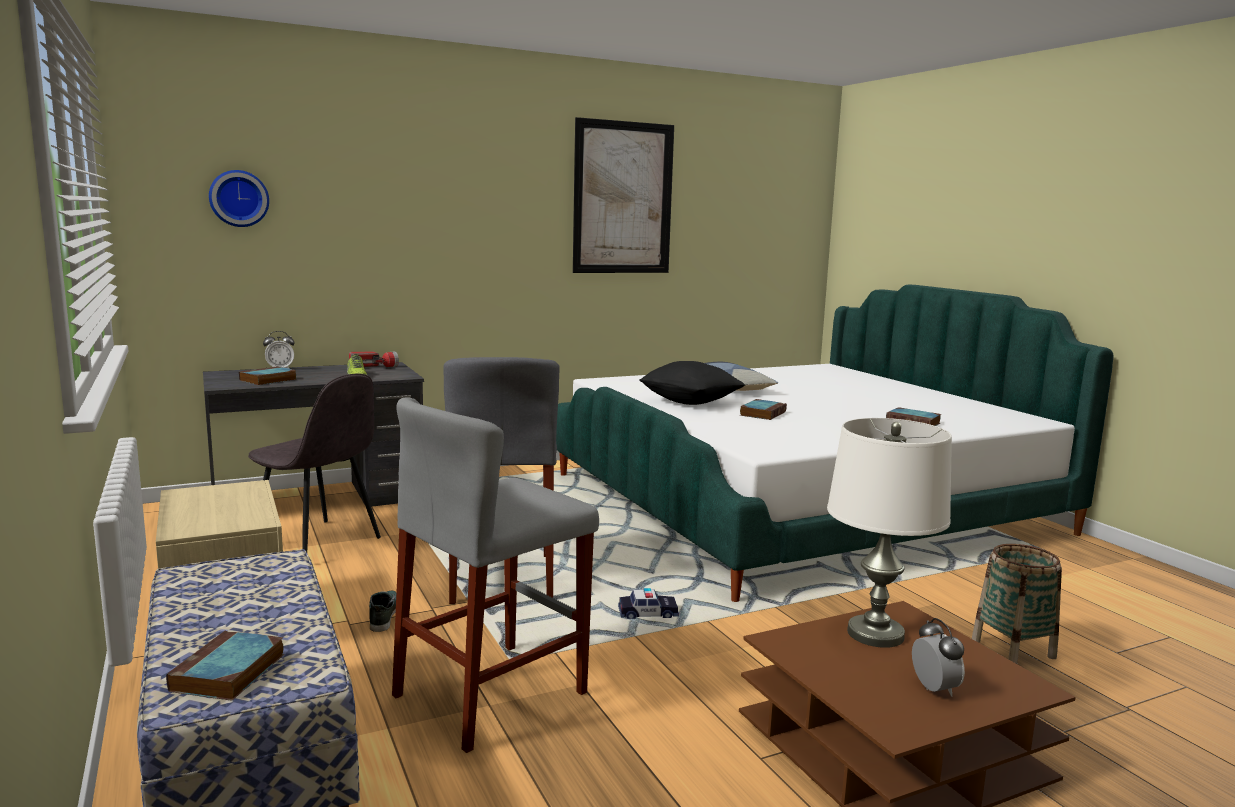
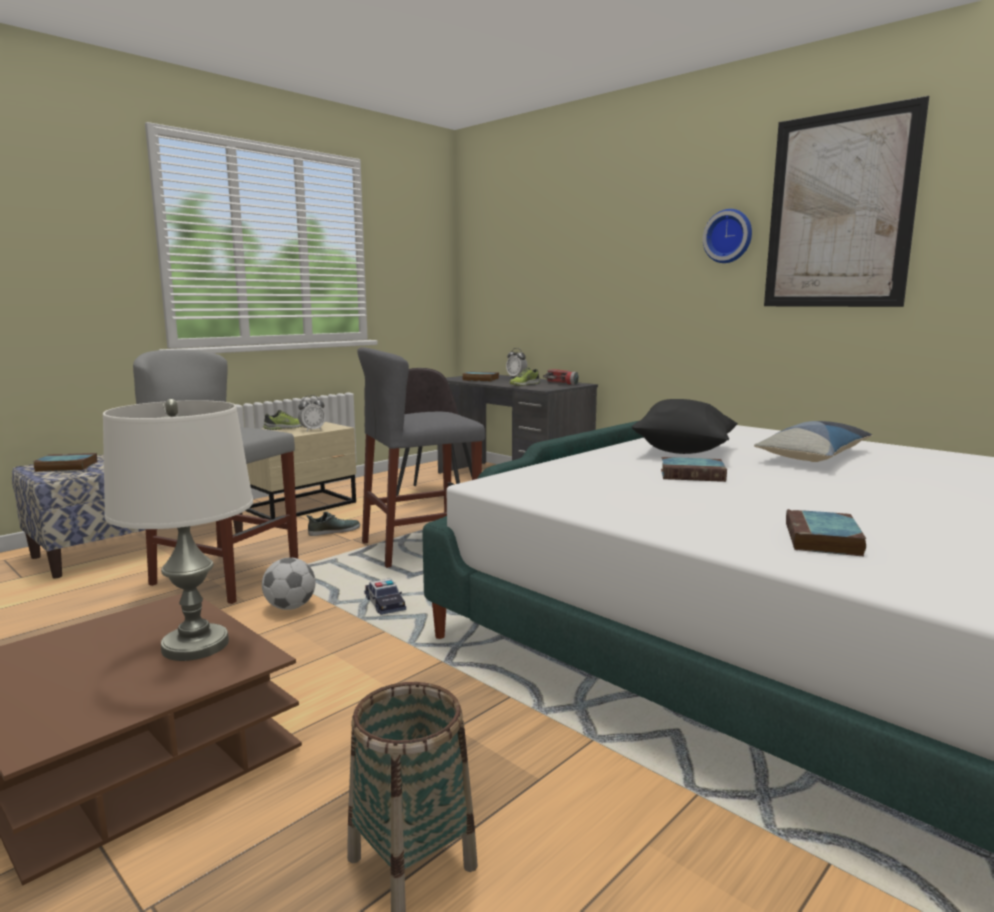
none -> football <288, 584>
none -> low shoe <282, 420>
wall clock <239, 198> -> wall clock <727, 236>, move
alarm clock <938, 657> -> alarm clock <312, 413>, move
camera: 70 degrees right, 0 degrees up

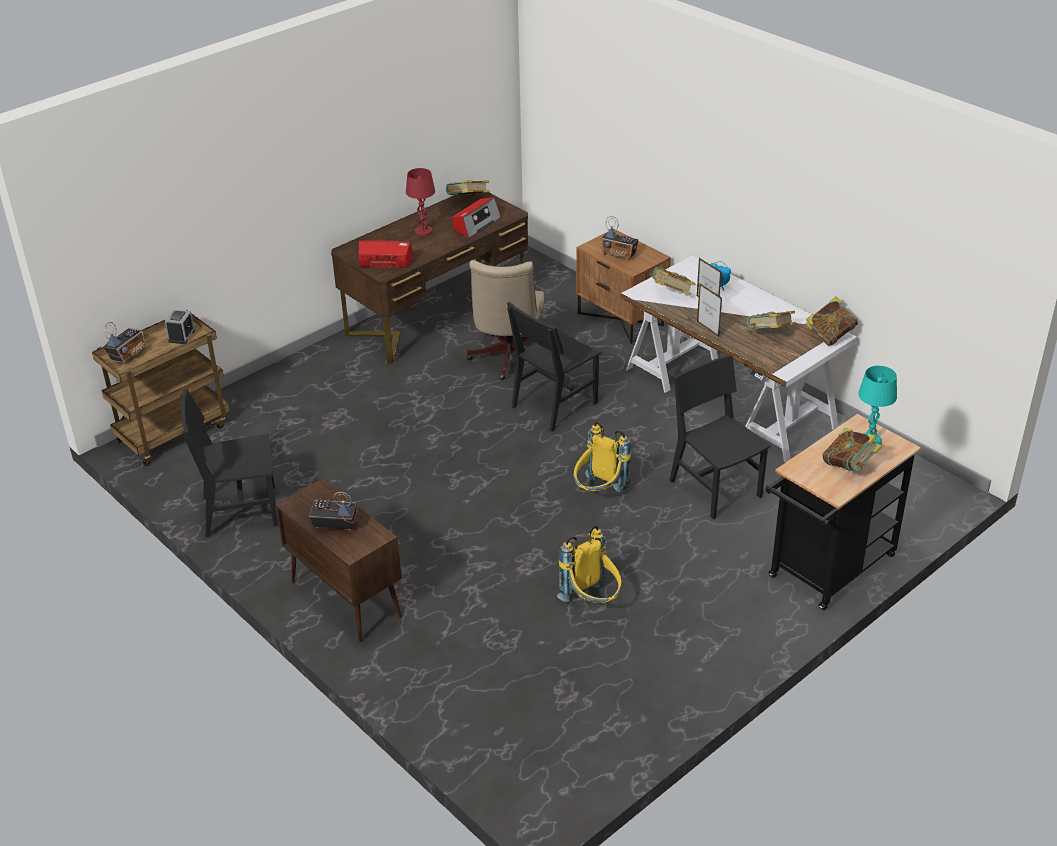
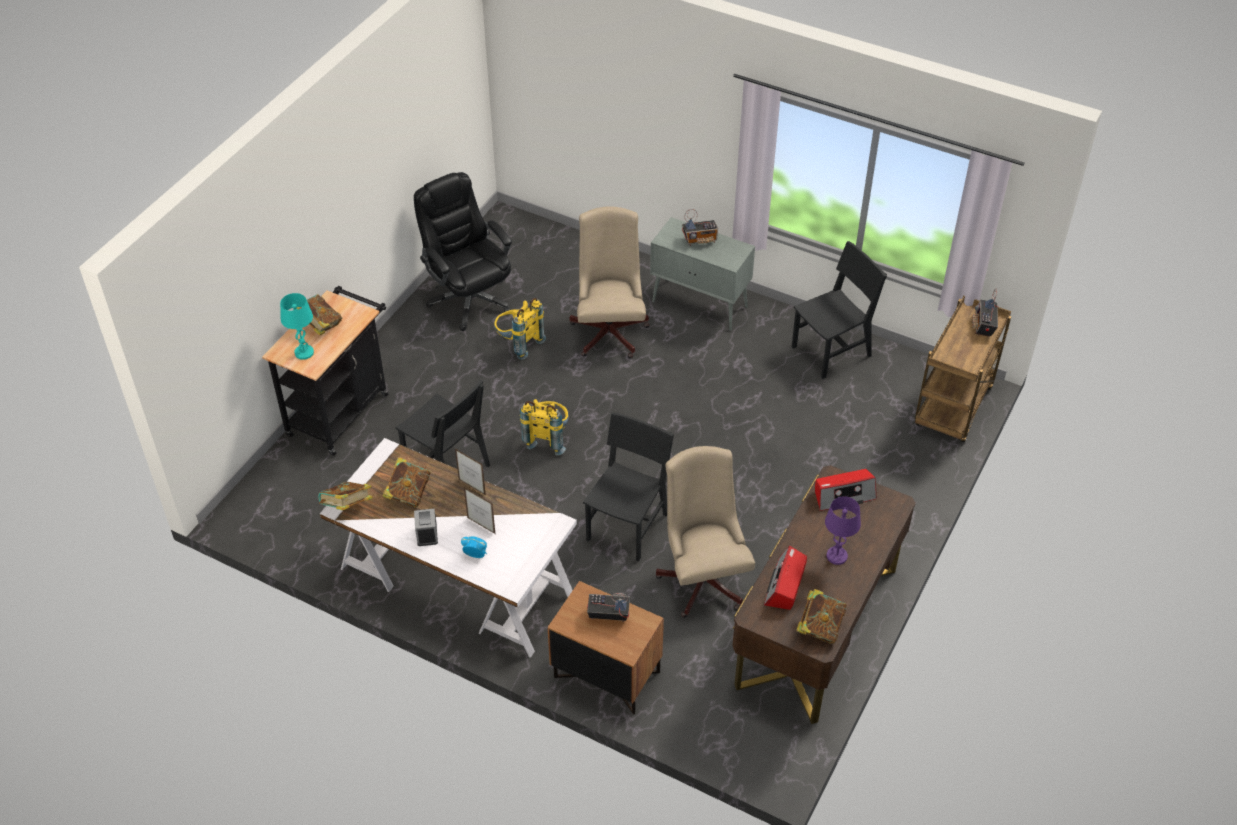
book <672, 281> -> none
none -> computer chair (blackish) <463, 251>
none -> computer chair (beige-coloured) <610, 282>
alarm clock <180, 326> -> alarm clock <426, 527>, move
storage cabinet (brown-coloured) <338, 560> -> storage cabinet (greyish) <702, 274>
table lamp (reddish) <420, 202> -> table lamp (purple) <843, 530>
camera: 160 degrees right, 10 degrees up

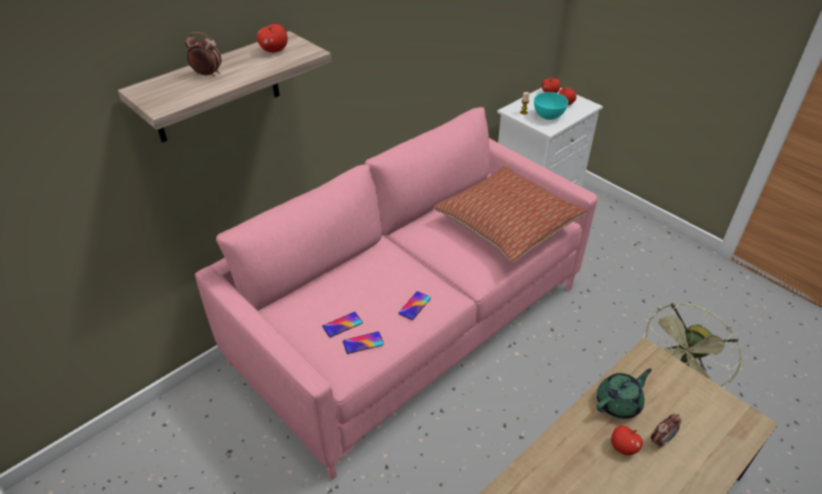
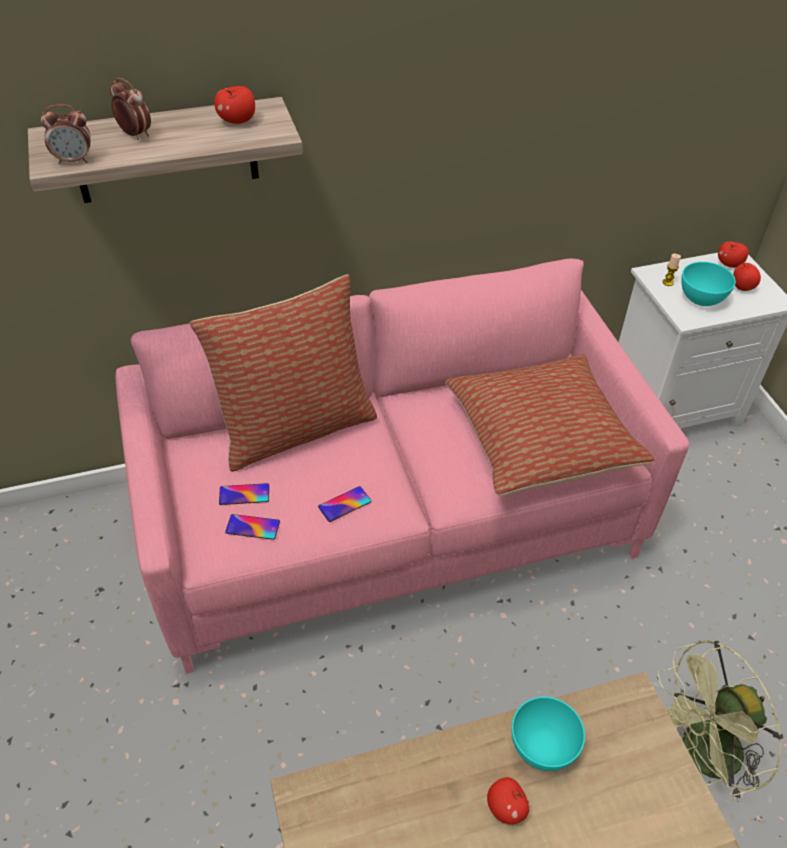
none -> cushion <283, 373>
alarm clock <666, 431> -> alarm clock <66, 134>, move
tea pot (green) <624, 394> -> deep dish (turquoise-coloured) <548, 734>
camera: 25 degrees right, 5 degrees up

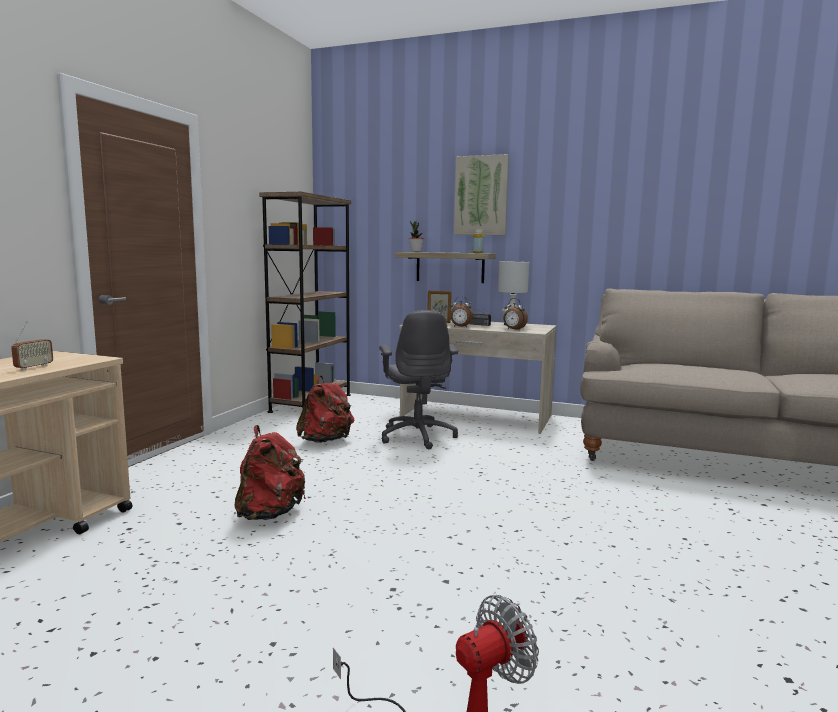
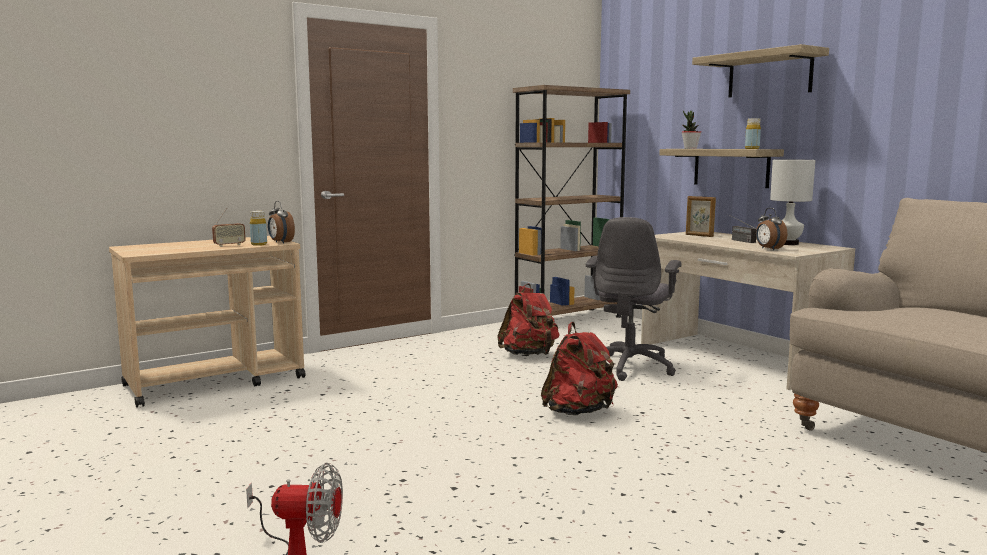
none -> beverage bottle (yellow) <258, 228>
rucksack (reddish) <270, 472> -> rucksack (reddish) <579, 368>, move
alarm clock <461, 311> -> alarm clock <281, 222>, move
wall picture <481, 194> -> shelf <760, 70>
camera: 35 degrees right, 0 degrees up

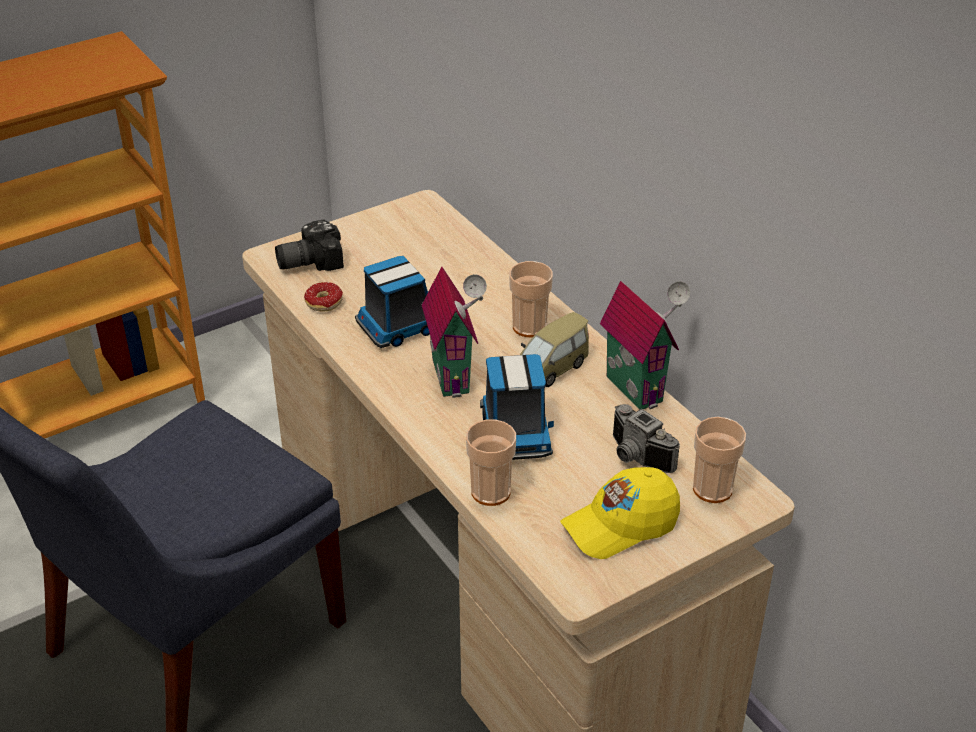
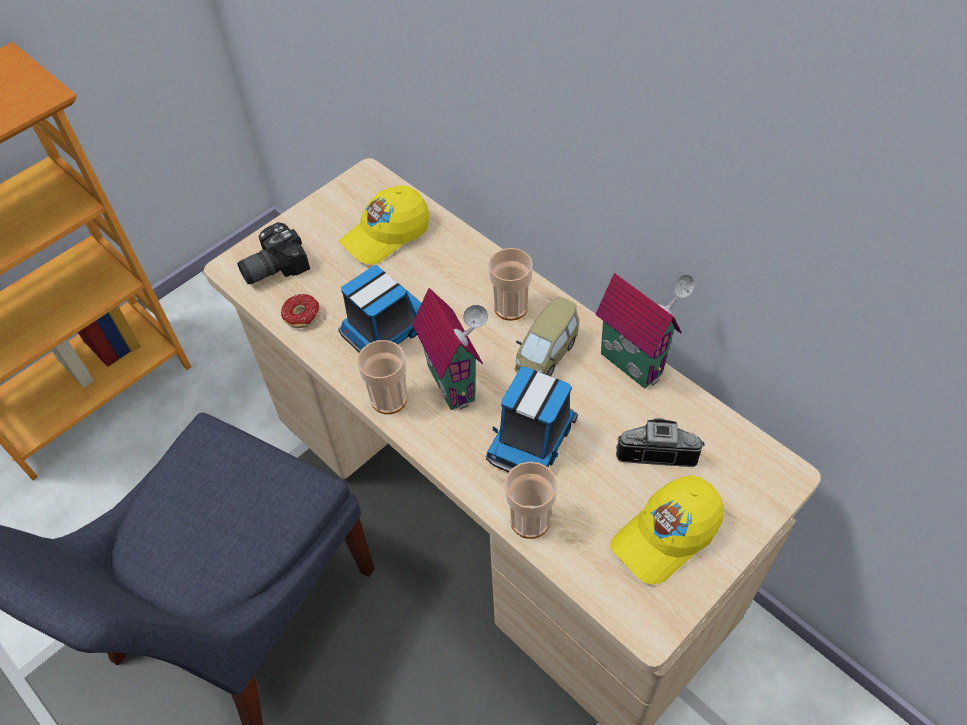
none -> peaked cap (yellow) <384, 225>
cup <719, 460> -> cup <382, 377>, move
toy lorry <517, 407> -> toy lorry <532, 419>, 45 degrees clockwise
photo camera <646, 438> -> photo camera <660, 442>, 150 degrees clockwise
camera: 10 degrees left, 15 degrees up

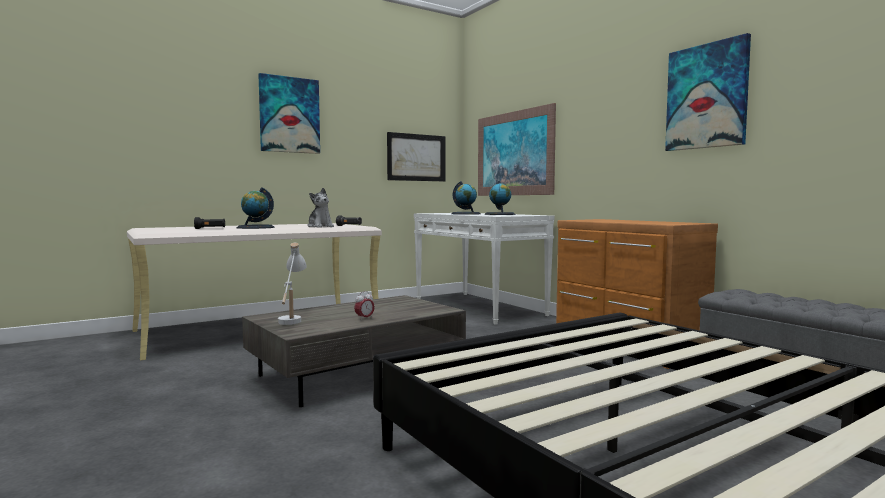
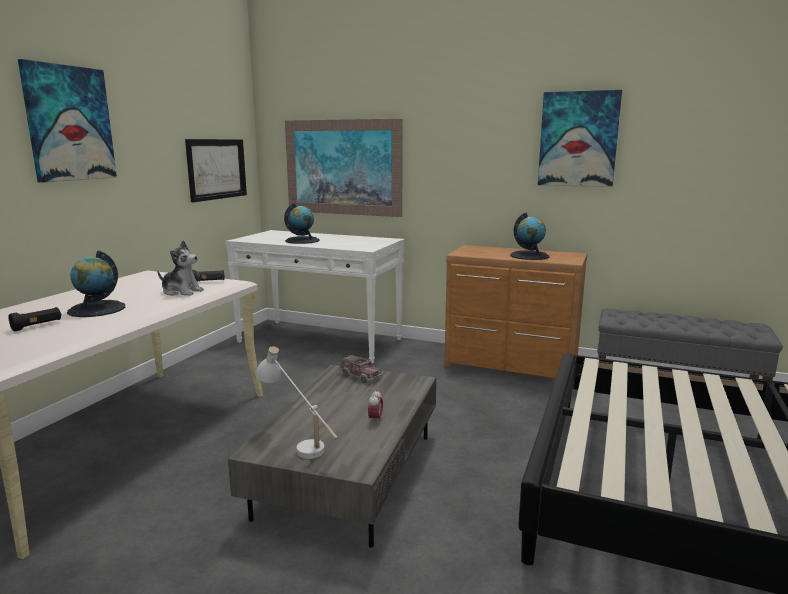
none -> toy lorry <360, 368>
globe <500, 198> -> globe <530, 236>, move
camera: 35 degrees left, 10 degrees up

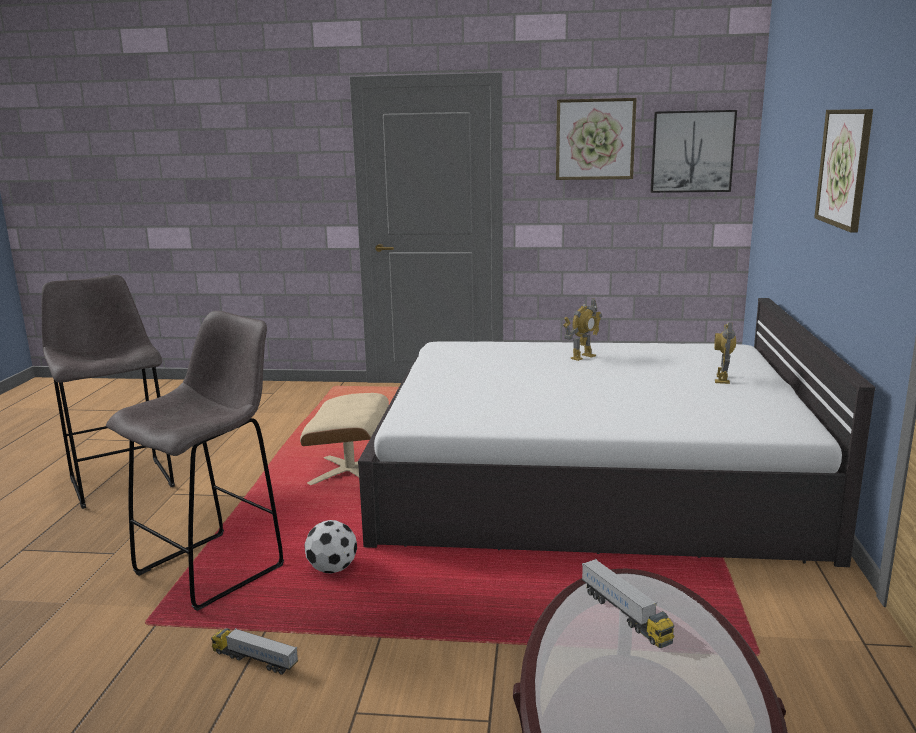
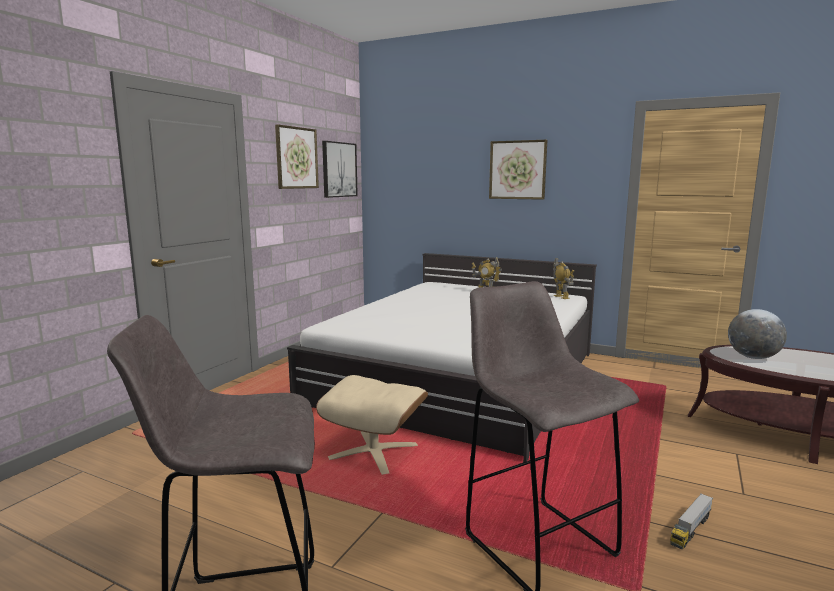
football <330, 546> -> none
model robot <582, 329> -> model robot <563, 278>, move
toy lorry <628, 603> -> globe <757, 334>
camera: 70 degrees left, 5 degrees down

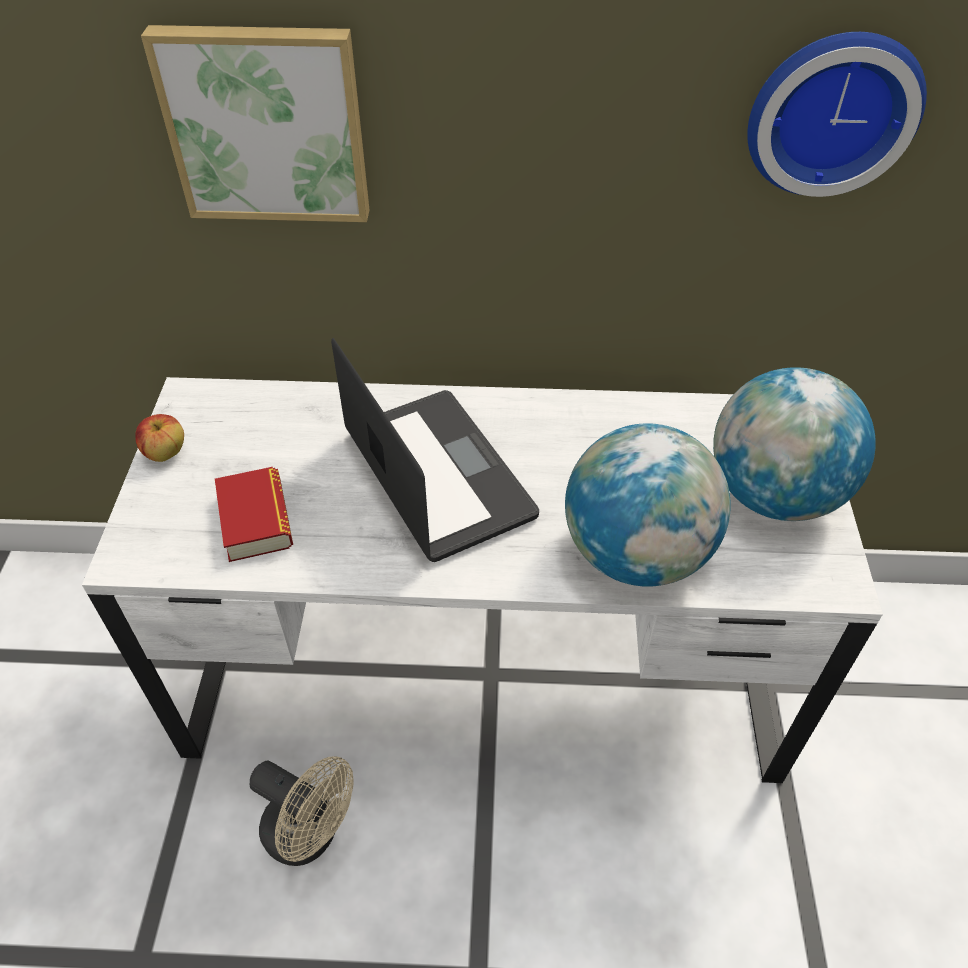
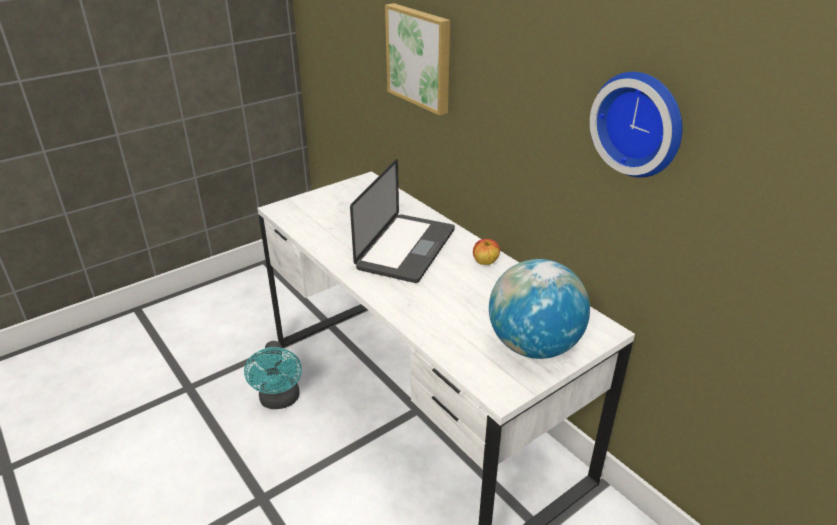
book <254, 514> -> none
globe <648, 505> -> none
apple fruit <159, 438> -> apple fruit <486, 252>, move
electric fan (beige-coloured) <301, 811> -> electric fan (turquoise-coloured) <273, 375>
camera: 50 degrees right, 15 degrees down

